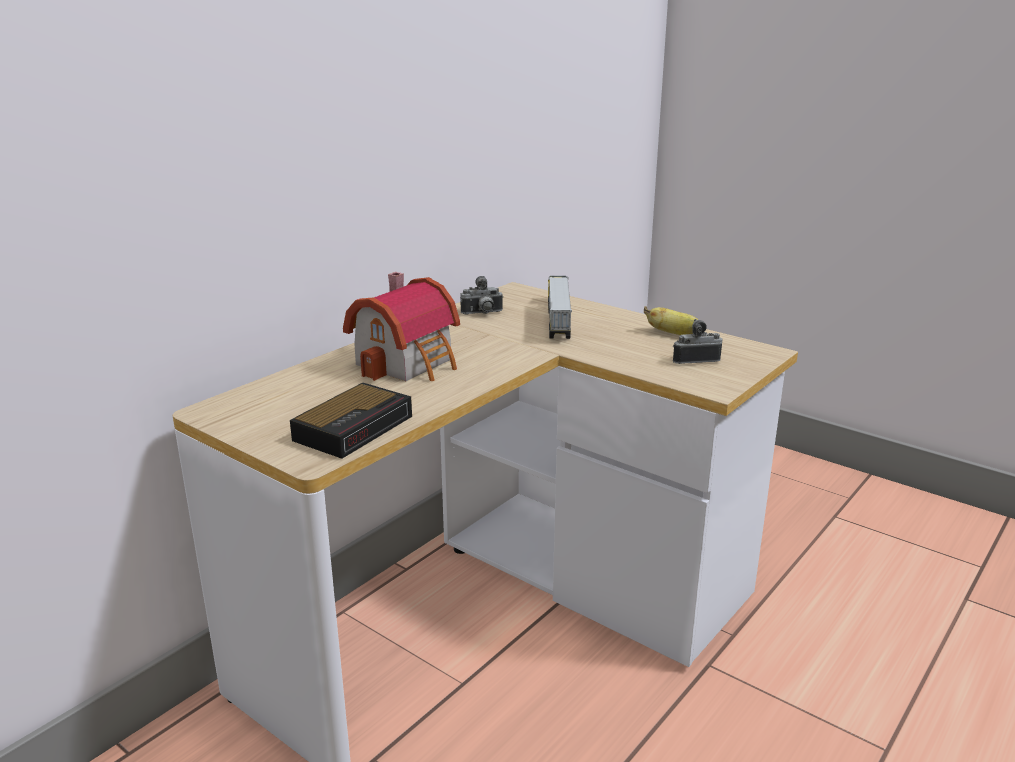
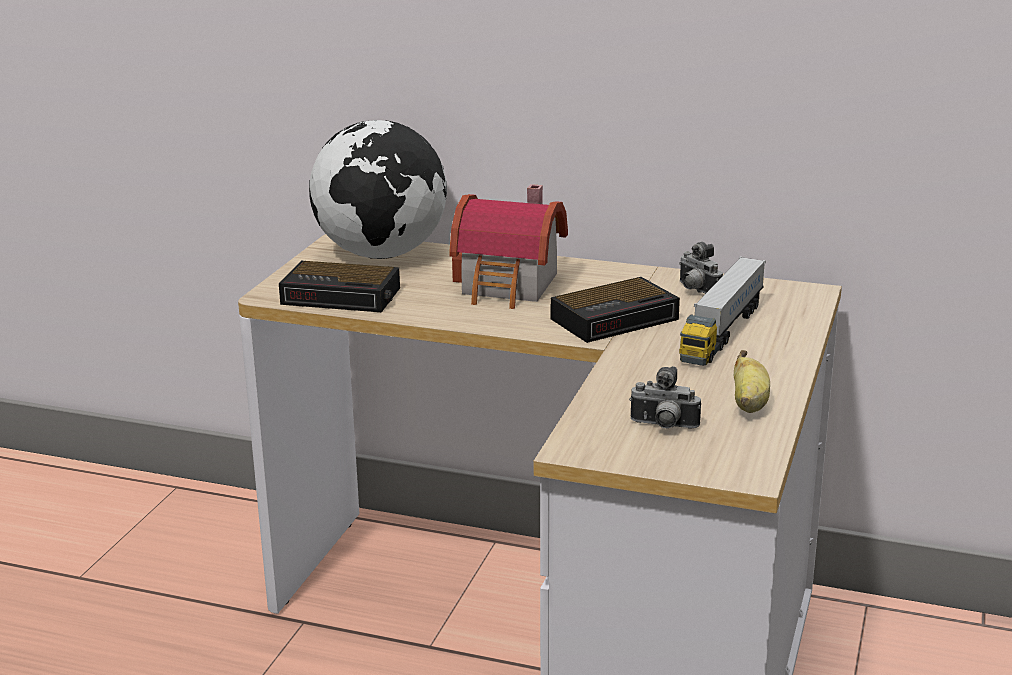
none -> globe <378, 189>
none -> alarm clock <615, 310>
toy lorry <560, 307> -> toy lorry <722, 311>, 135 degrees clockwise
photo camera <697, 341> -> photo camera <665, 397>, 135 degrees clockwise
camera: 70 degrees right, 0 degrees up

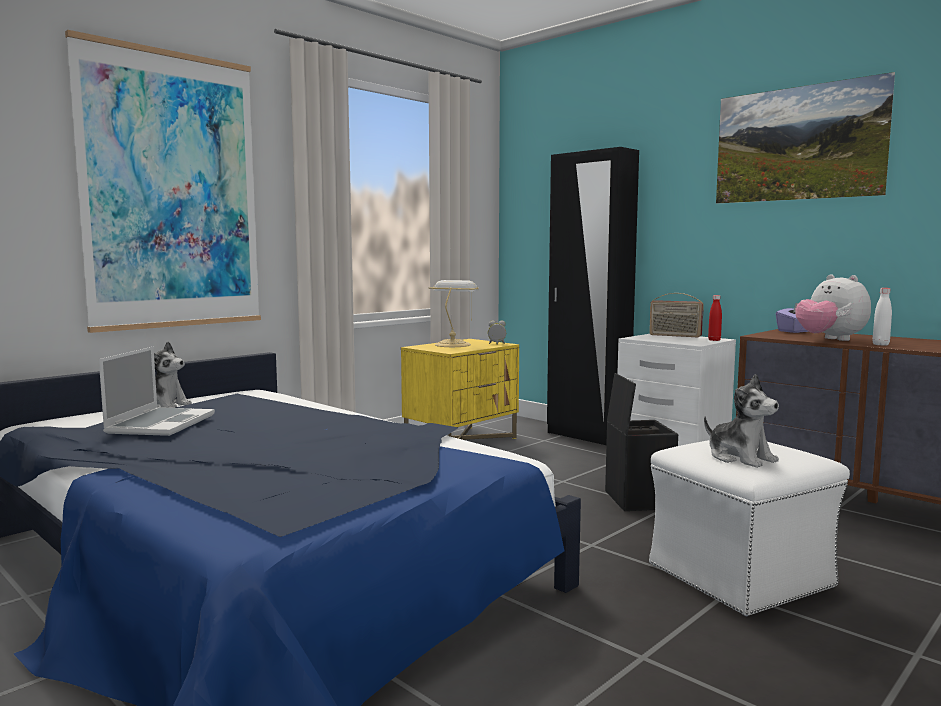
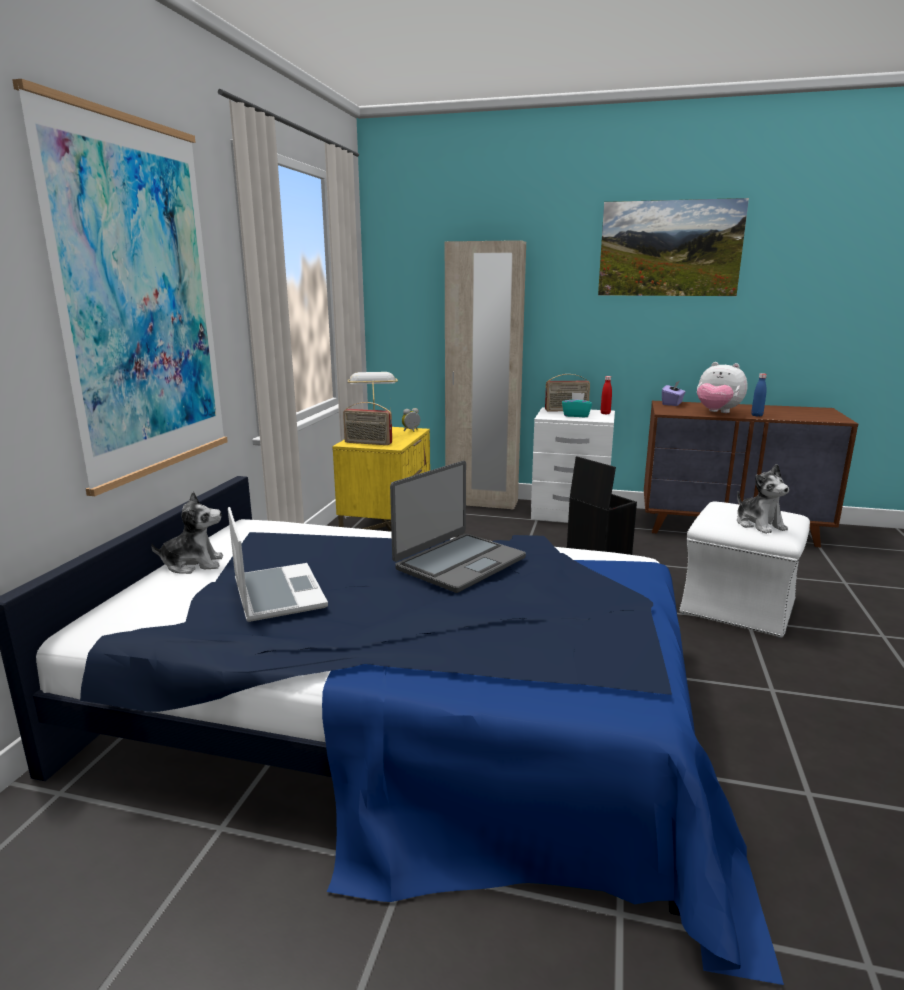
none -> radio set <367, 423>
none -> notebook computer <458, 527>
none -> box of tissues (turquoise-coloured) <577, 405>
armoire (blackish) <593, 296> -> armoire (beige-coloured) <485, 375>
beverage bottle (white-coloured) <882, 317> -> beverage bottle (blue) <759, 395>
plush toy <741, 421> -> plush toy <763, 499>, 45 degrees clockwise
camera: 30 degrees left, 10 degrees up

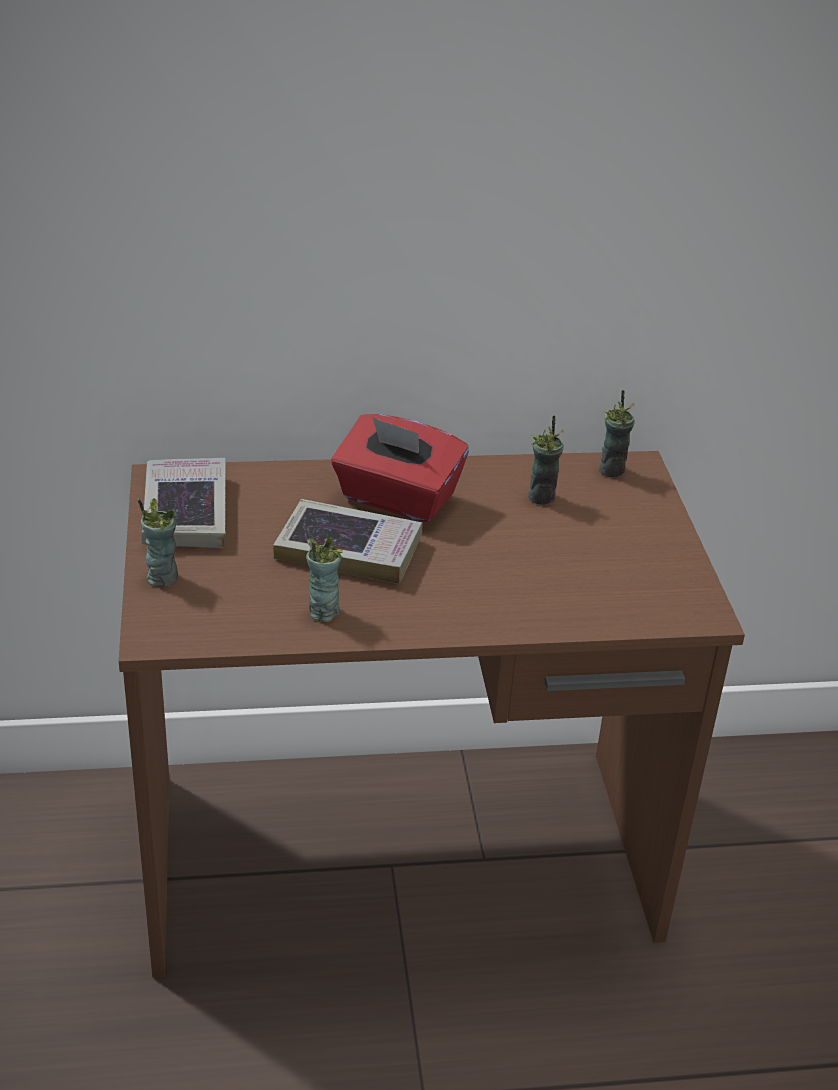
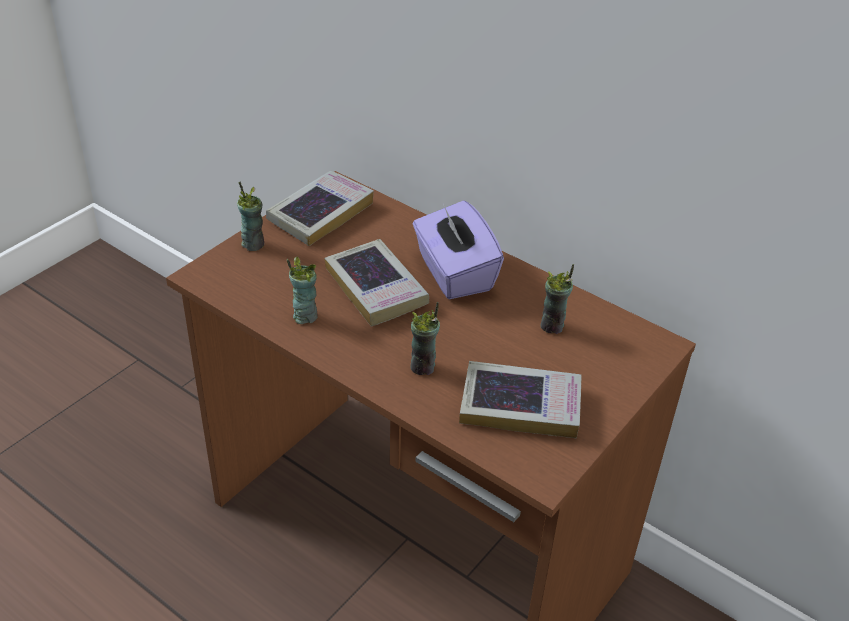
none -> book <520, 399>
cup <617, 433> -> cup <425, 338>, move
box of tissues (reddish) <400, 468> -> box of tissues (purple) <458, 249>
camera: 45 degrees right, 5 degrees up

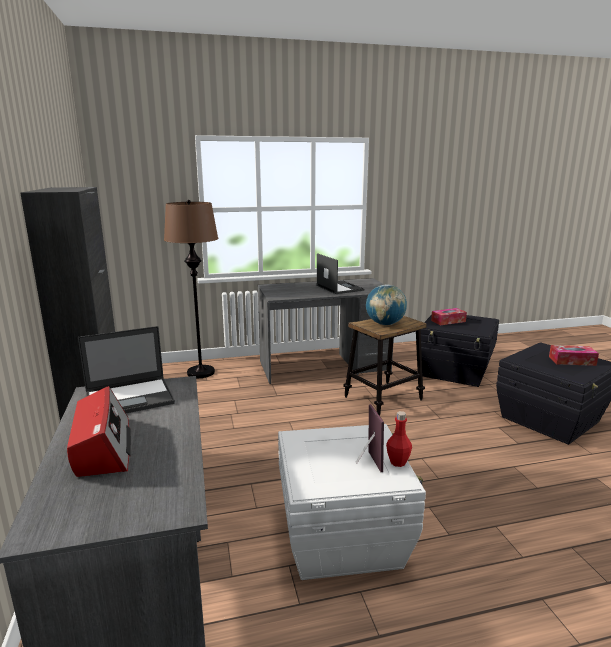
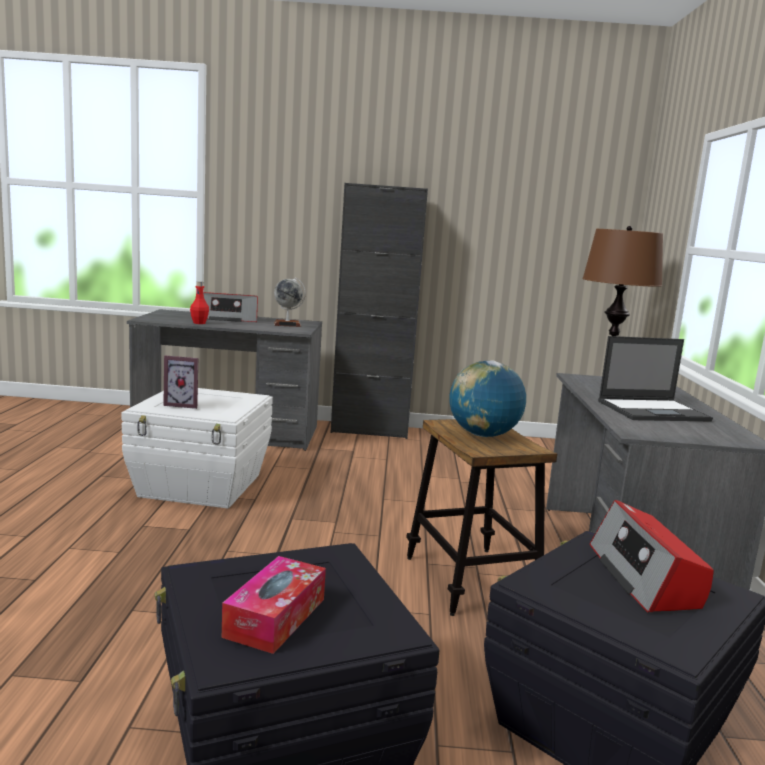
beverage bottle (reddish) <399, 439> -> beverage bottle (reddish) <199, 302>, move
notebook computer <126, 369> -> globe <290, 302>
box of tissues <449, 316> -> radio set <652, 556>
camera: 105 degrees right, 5 degrees down

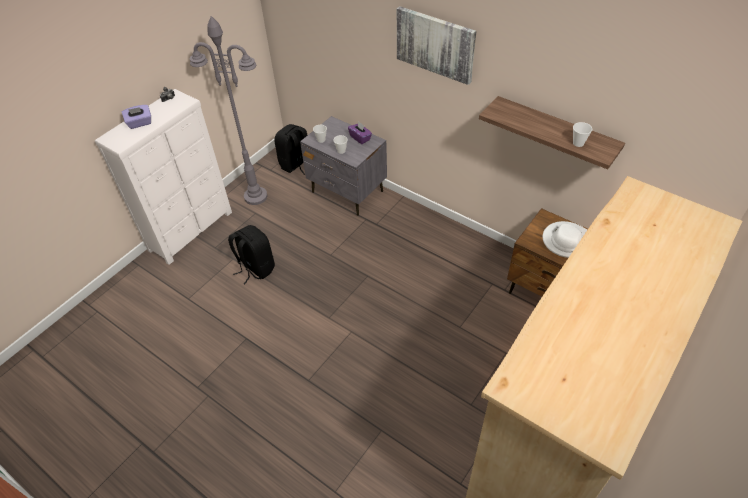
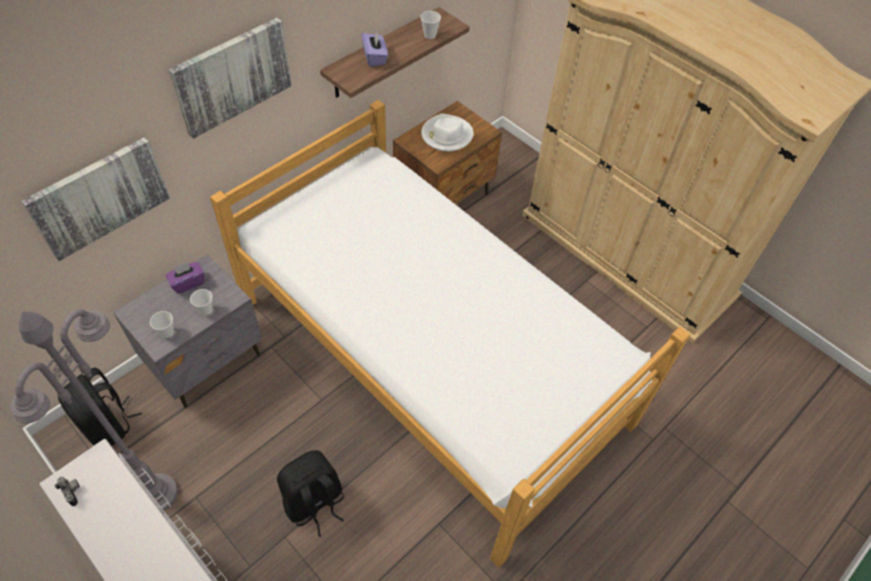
none -> wall picture <95, 199>
none -> bed <450, 333>
box of tissues (purple) <136, 117> -> box of tissues (purple) <375, 50>, move
camera: 85 degrees left, 5 degrees up

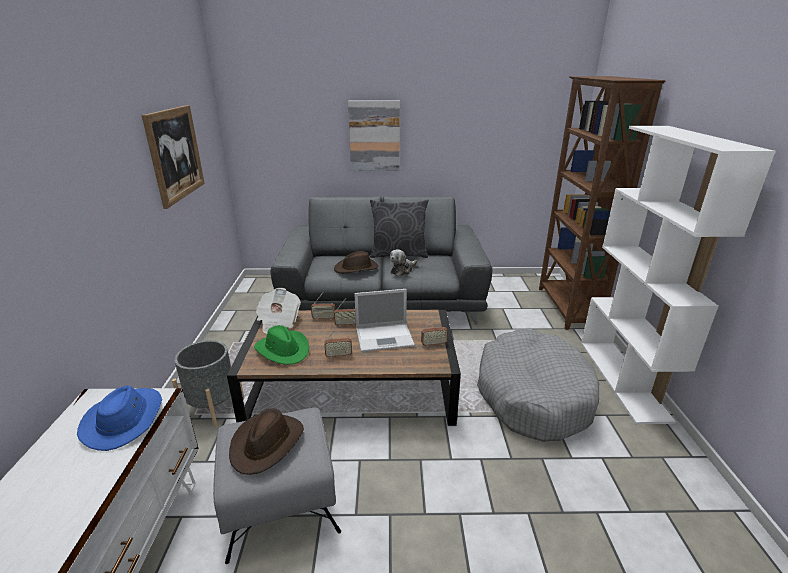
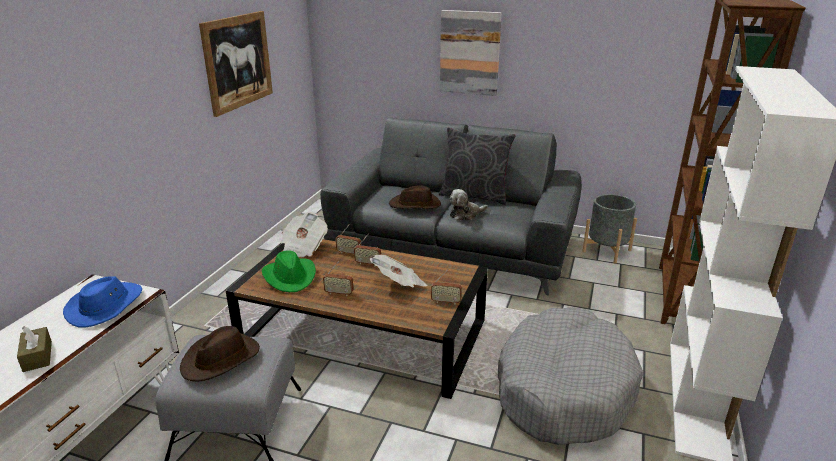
none -> box of tissues (brown-coloured) <34, 349>
flower pot (greyish) <208, 383> -> flower pot (greyish) <609, 229>, move
notebook computer <384, 320> -> printed paper <398, 271>
camera: 20 degrees right, 0 degrees up

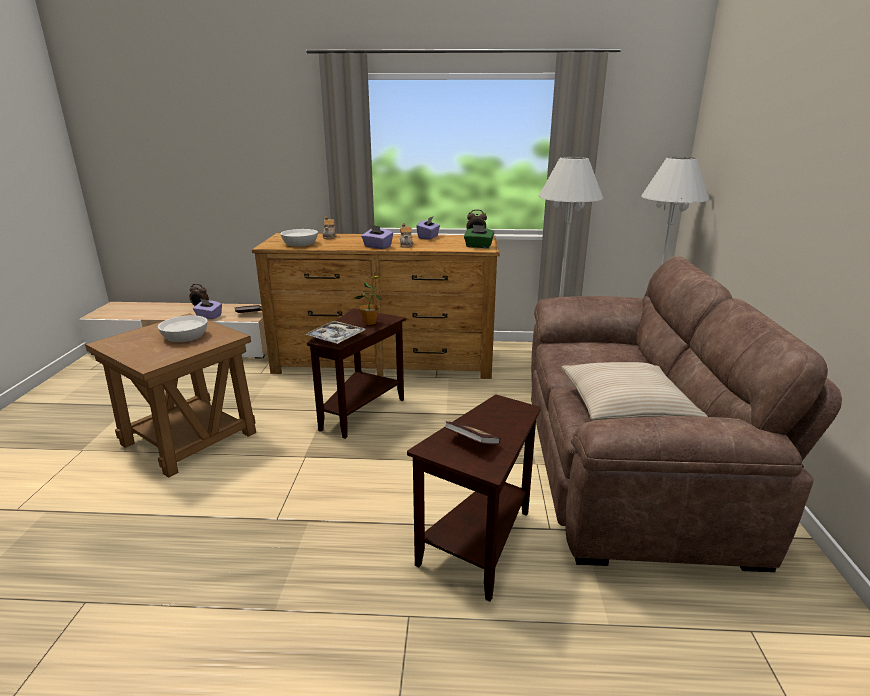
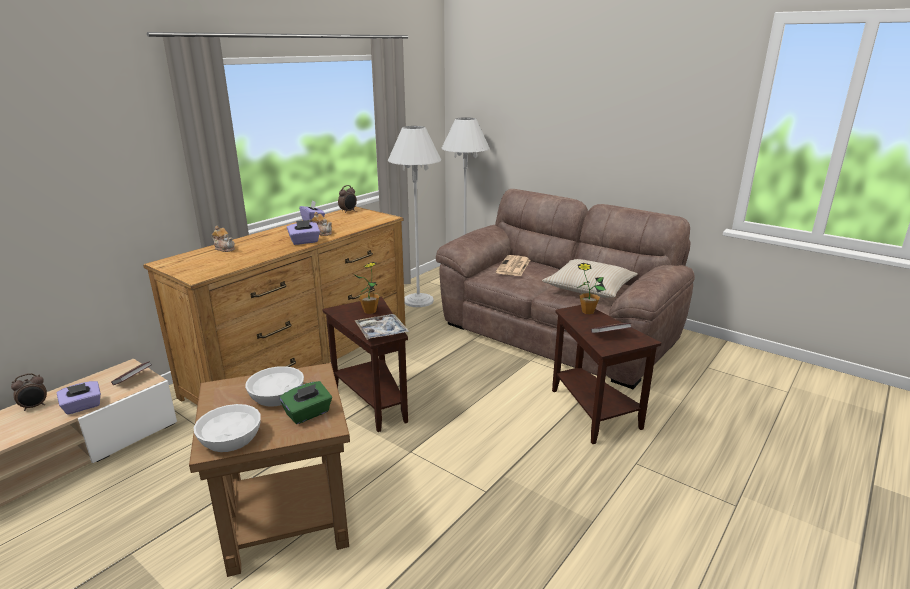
none -> printed paper <513, 265>
none -> houseplant <591, 288>
deep dish (white-coloured) <299, 238> -> deep dish (white-coloured) <227, 428>, move
box of tissues (green) <479, 236> -> box of tissues (green) <306, 402>, move
camera: 55 degrees left, 0 degrees up

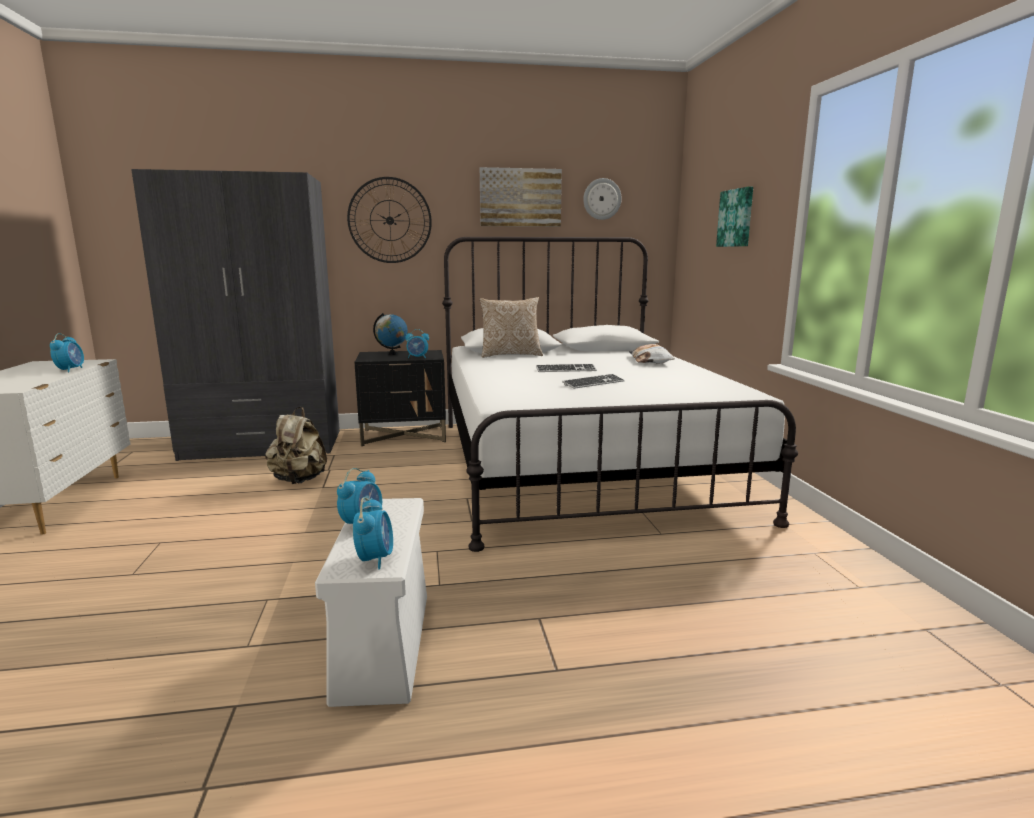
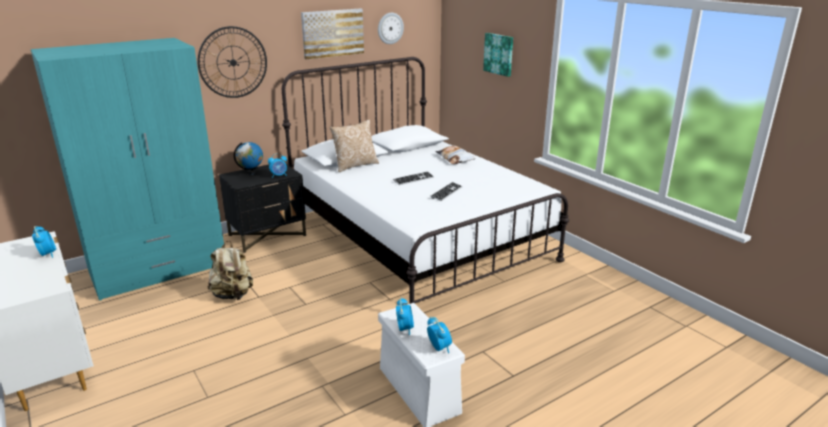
armoire (greyish) <235, 315> -> armoire (turquoise-coloured) <128, 169>
camera: 25 degrees left, 10 degrees up

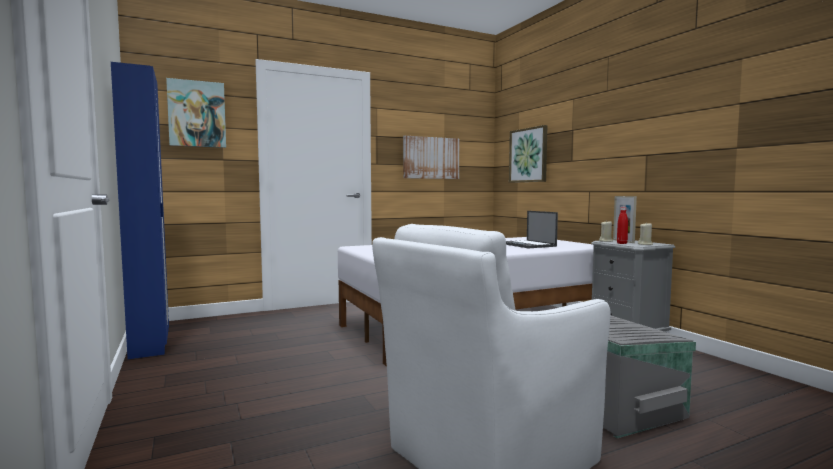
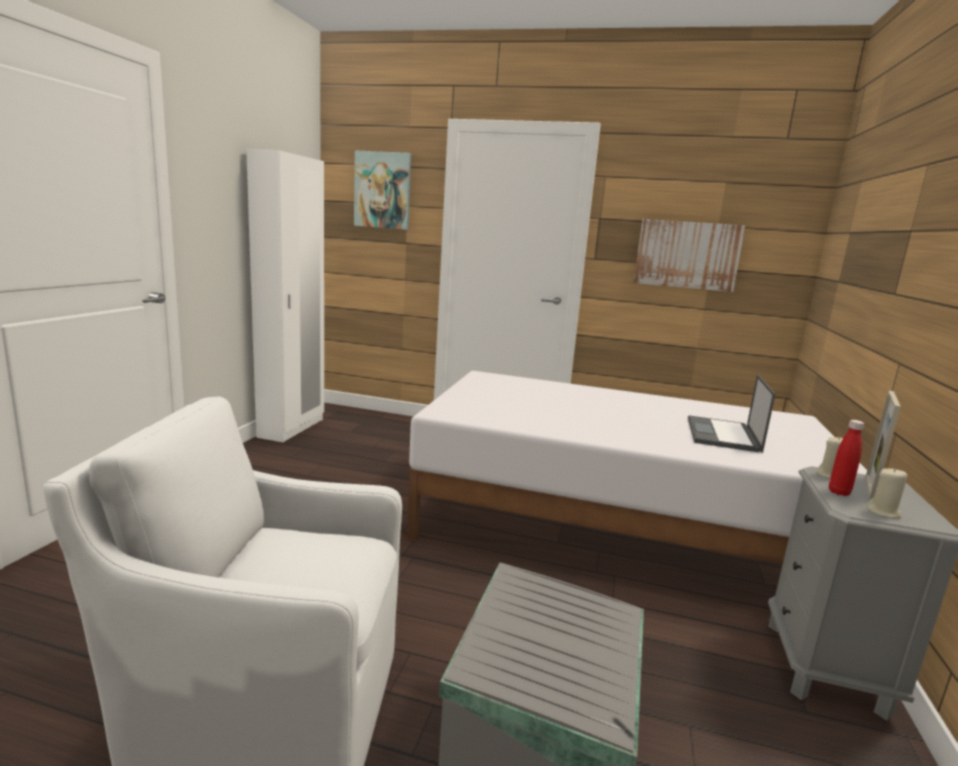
wall picture <528, 154> -> none
armoire (blue) <140, 210> -> armoire (white-coloured) <285, 295>
camera: 40 degrees right, 10 degrees up

